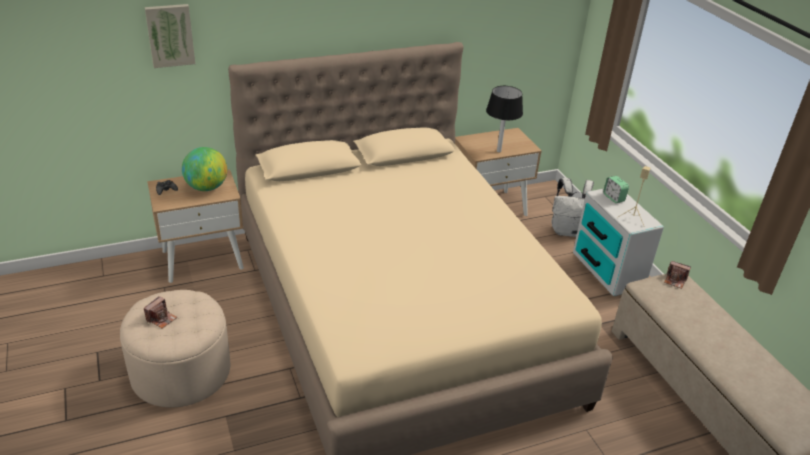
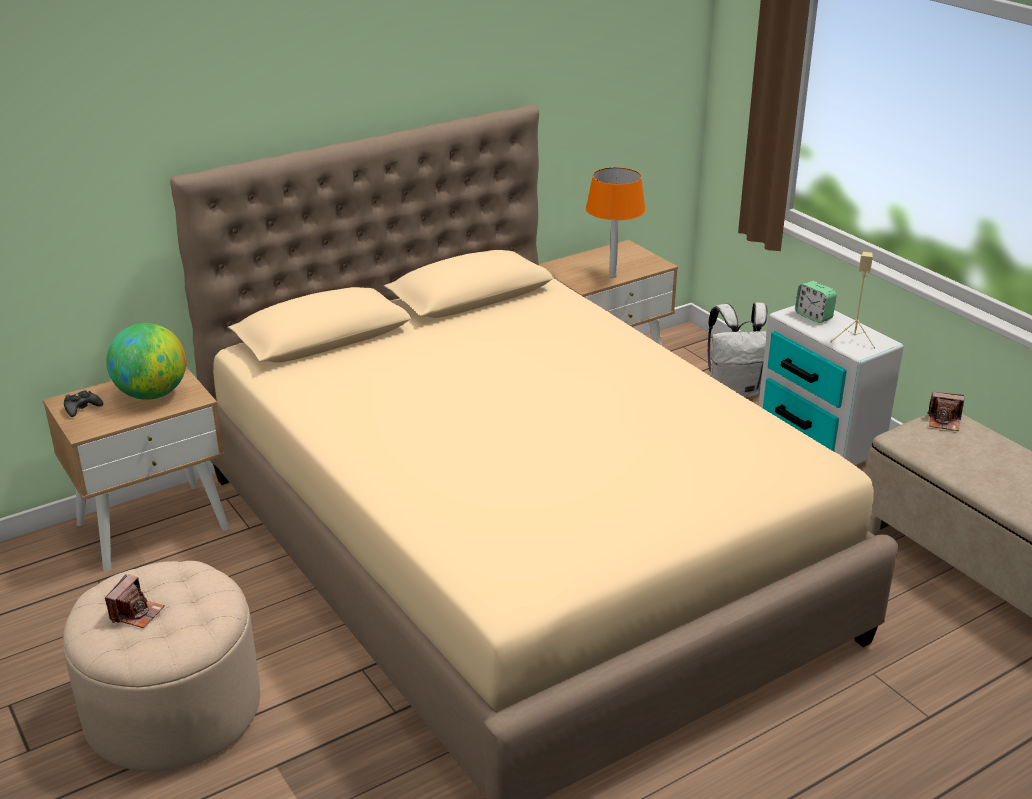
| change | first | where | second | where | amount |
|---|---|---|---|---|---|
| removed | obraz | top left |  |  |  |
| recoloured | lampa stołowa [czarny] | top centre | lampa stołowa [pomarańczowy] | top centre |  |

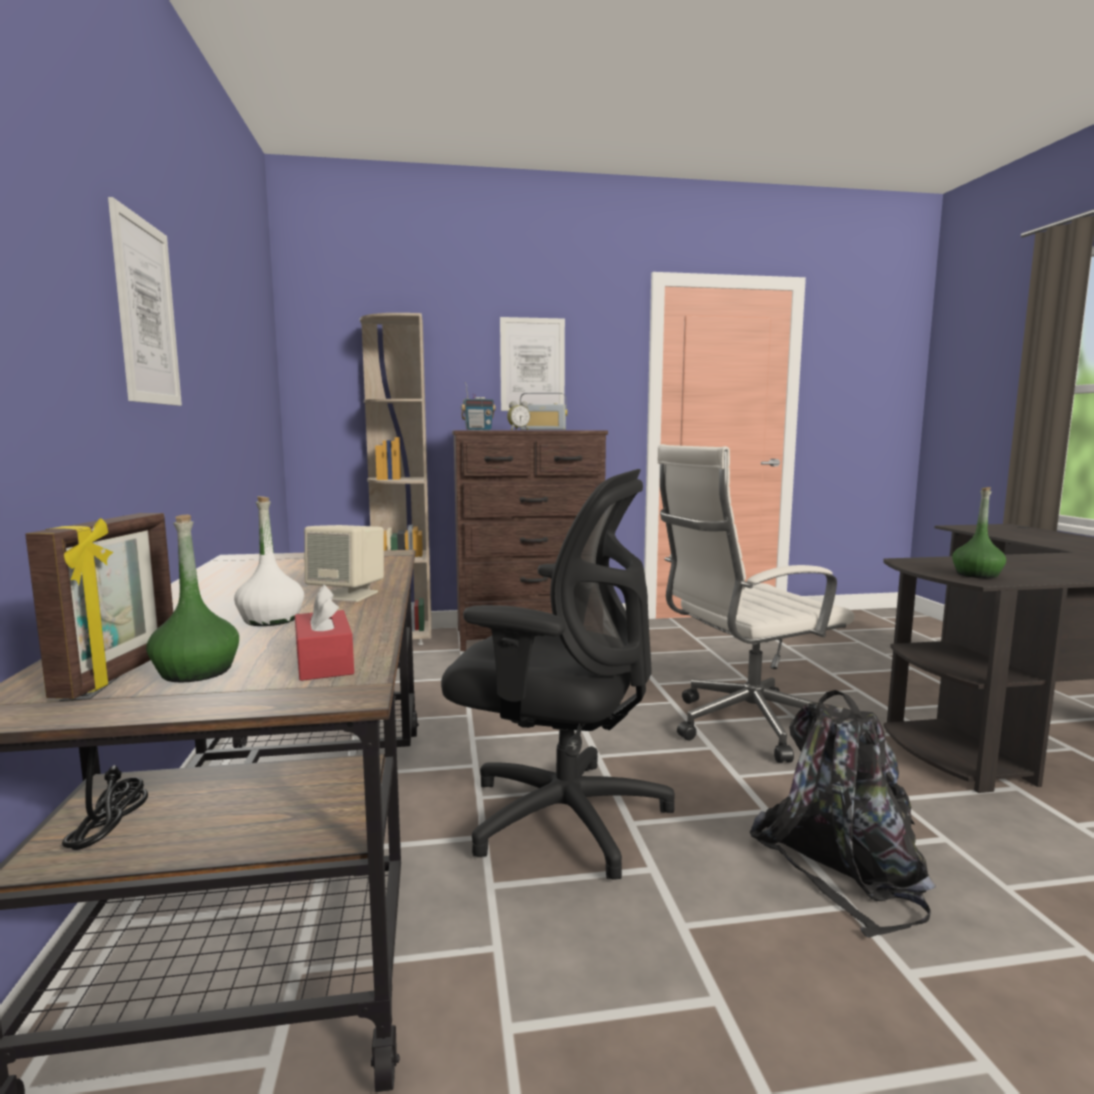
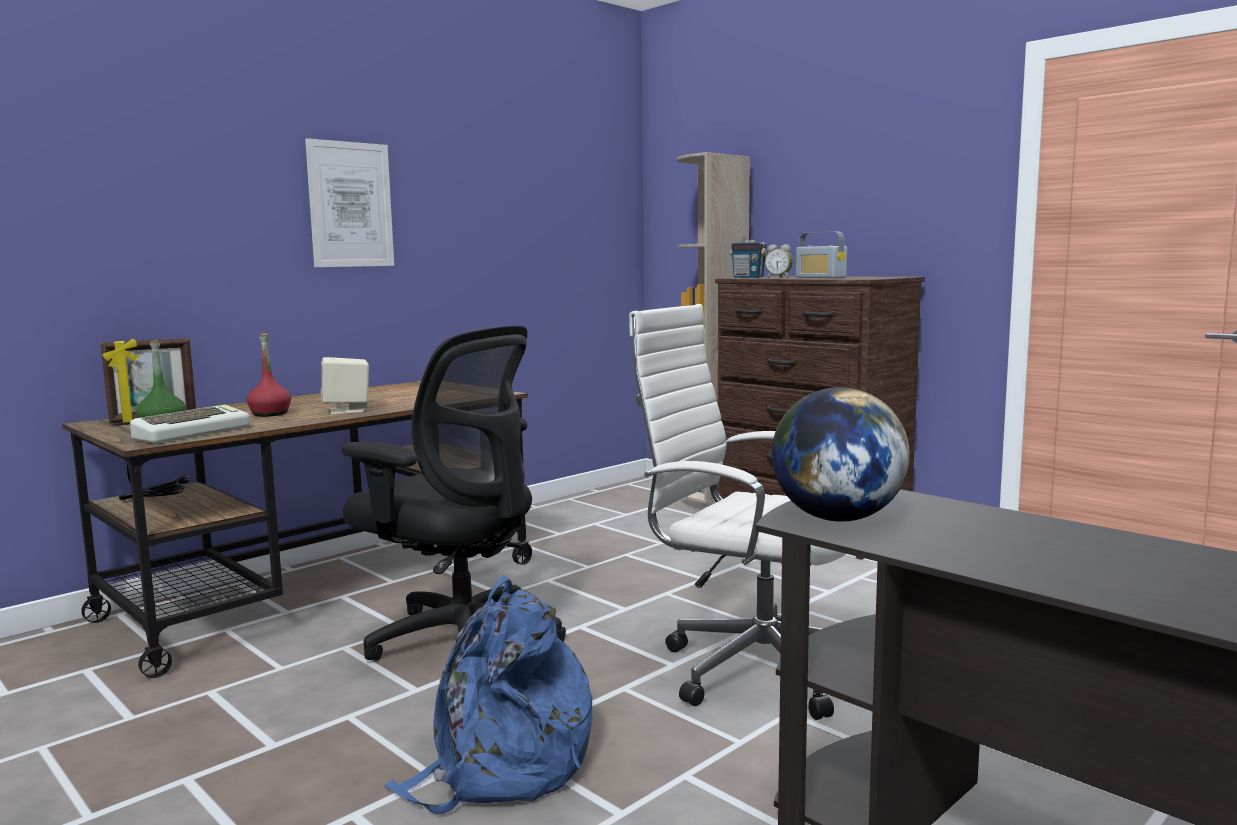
| change | first | where | second | where | amount |
|---|---|---|---|---|---|
| removed | obraz (2nd from left) | top centre |  |  |  |
| replaced | pudełko chusteczek [czerwony] | middle left | klawiatura | middle left |  |
| replaced | butelka [zielony] (2nd from left) | middle right | globus | middle right |  |
| recoloured | butelka [biały] | middle left | butelka [czerwony] | middle left |  |
| recoloured | plecak [czarny] | bottom right | plecak [niebieski] | bottom centre |  |
| turned | krzesło biurowe [czarny] | centre |  | centre | 45 degrees counterclockwise |

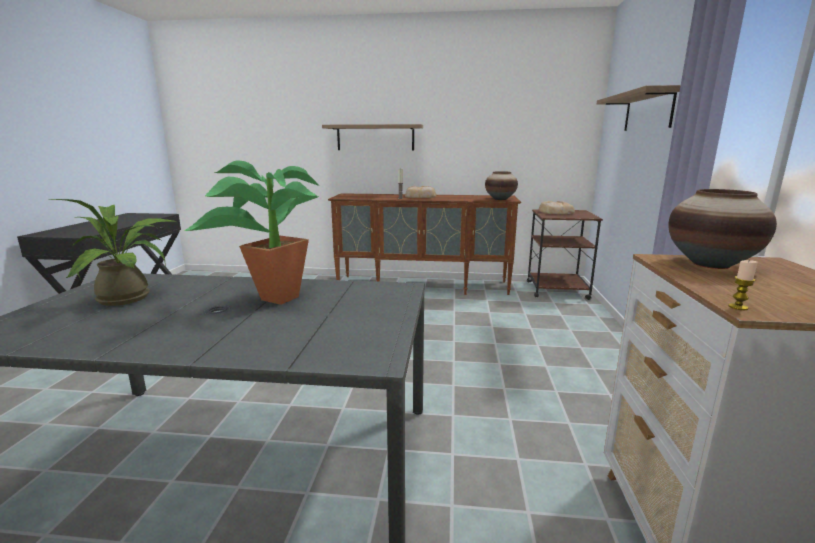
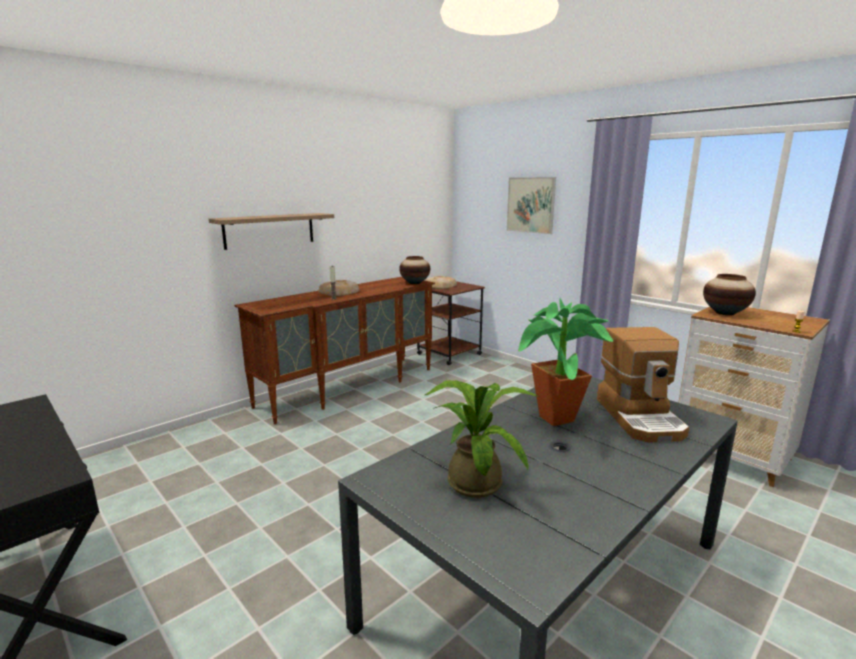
| change | first | where | second | where | amount |
|---|---|---|---|---|---|
| added |  |  | ekspres do kawy | middle right |  |
| replaced | półka (2nd from left) | top right | obraz | top centre |  |

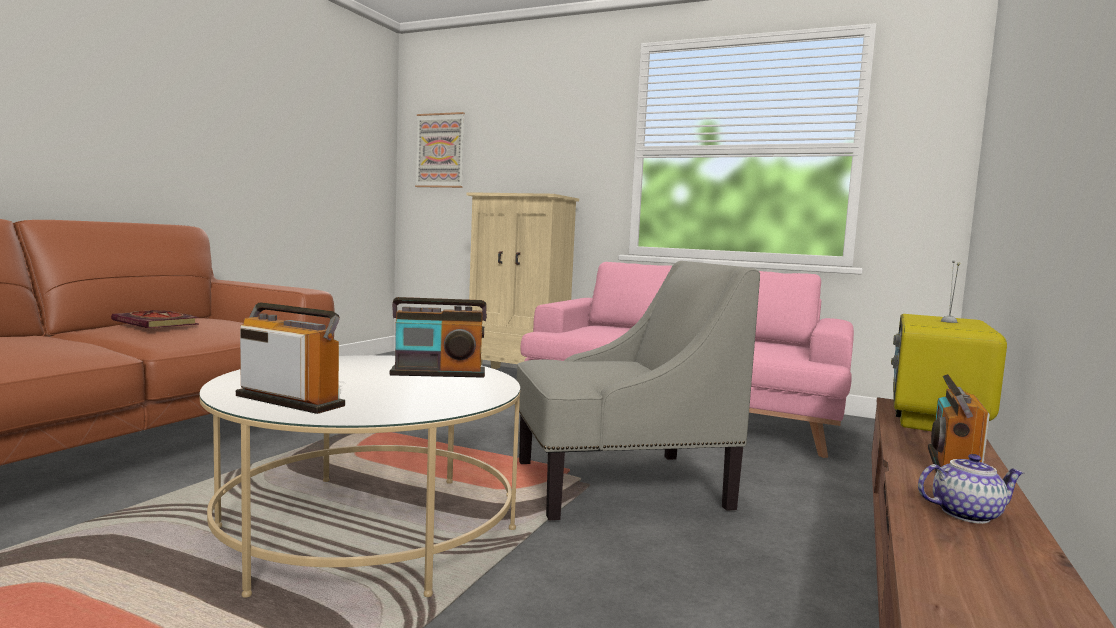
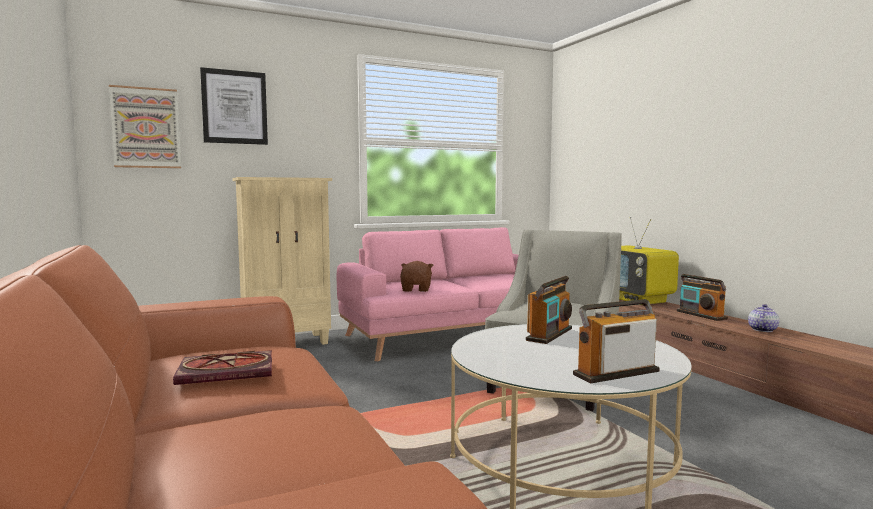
| change | first | where | second | where | amount |
|---|---|---|---|---|---|
| added |  |  | obraz (2nd from left) | top left |  |
| added |  |  | pluszak [brązowy] | centre |  |

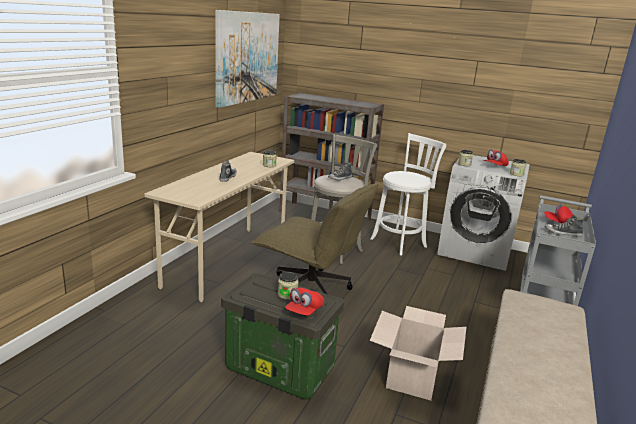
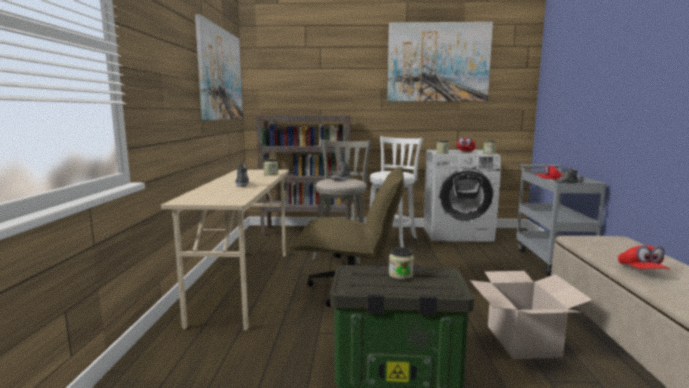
| change | first | where | second | where | amount |
|---|---|---|---|---|---|
| added |  |  | obraz (2nd from left) | top centre |  |
| moved | czapka z daszkiem [czerwony] (1st from left in the first image) | bottom centre | czapka z daszkiem [czerwony] (3rd from left) | middle right |  |

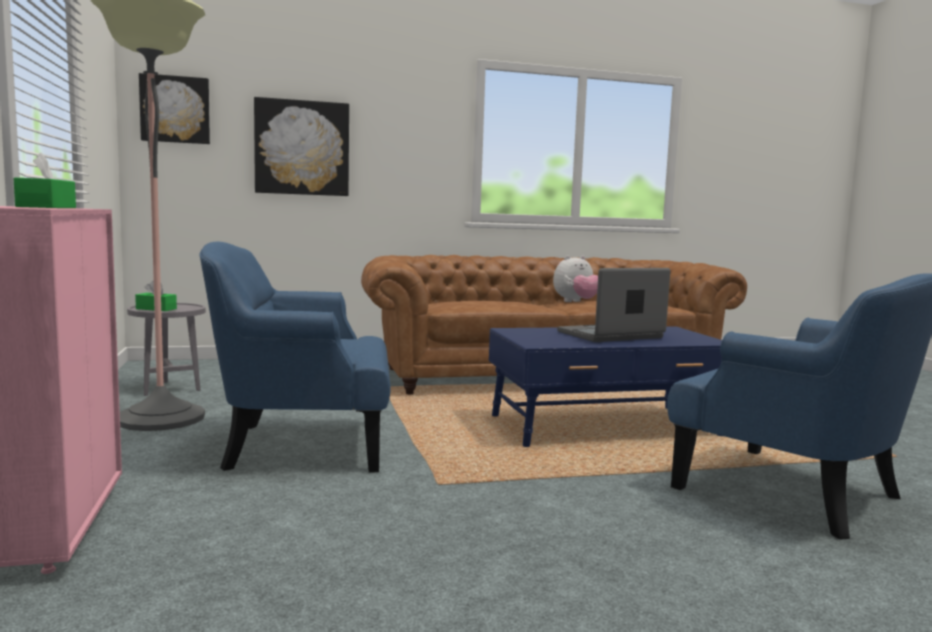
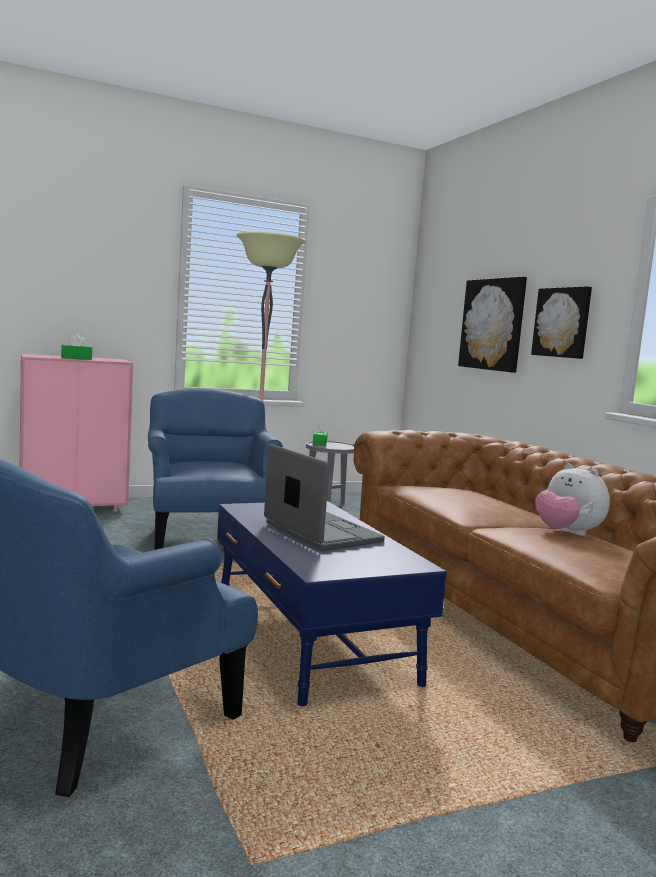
| change | first | where | second | where | amount |
|---|---|---|---|---|---|
| moved | obraz (1st from left in the first image) | top left | obraz (2nd from left) | middle right |  |

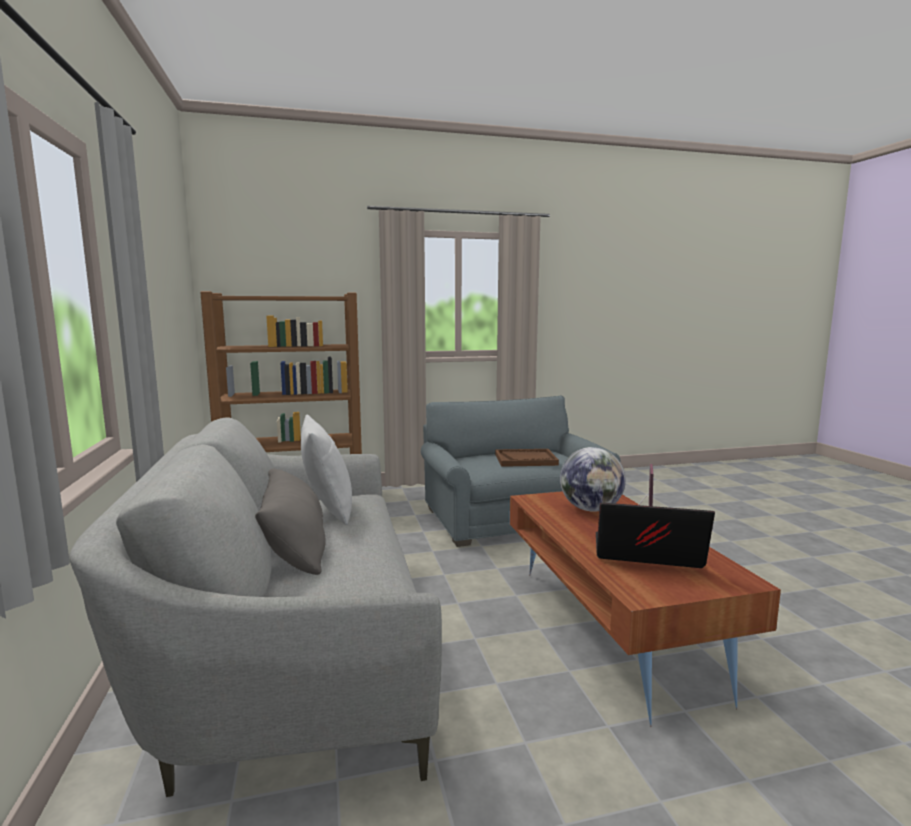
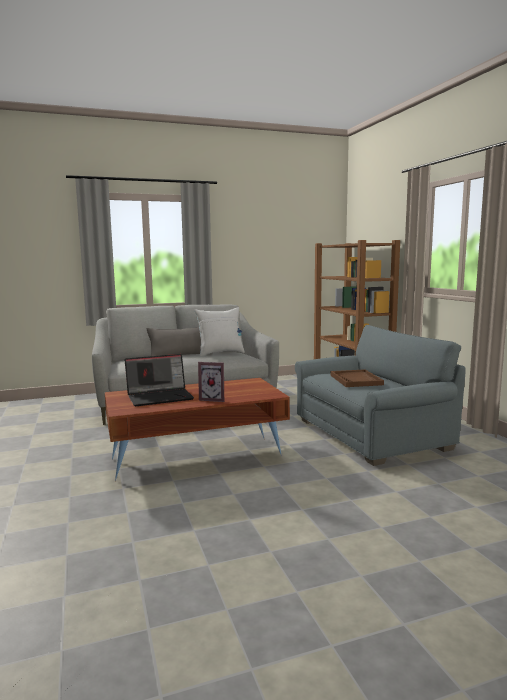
| change | first | where | second | where | amount |
|---|---|---|---|---|---|
| removed | globus | centre |  |  |  |
| turned | laptop | middle right |  | middle left | 60 degrees clockwise |

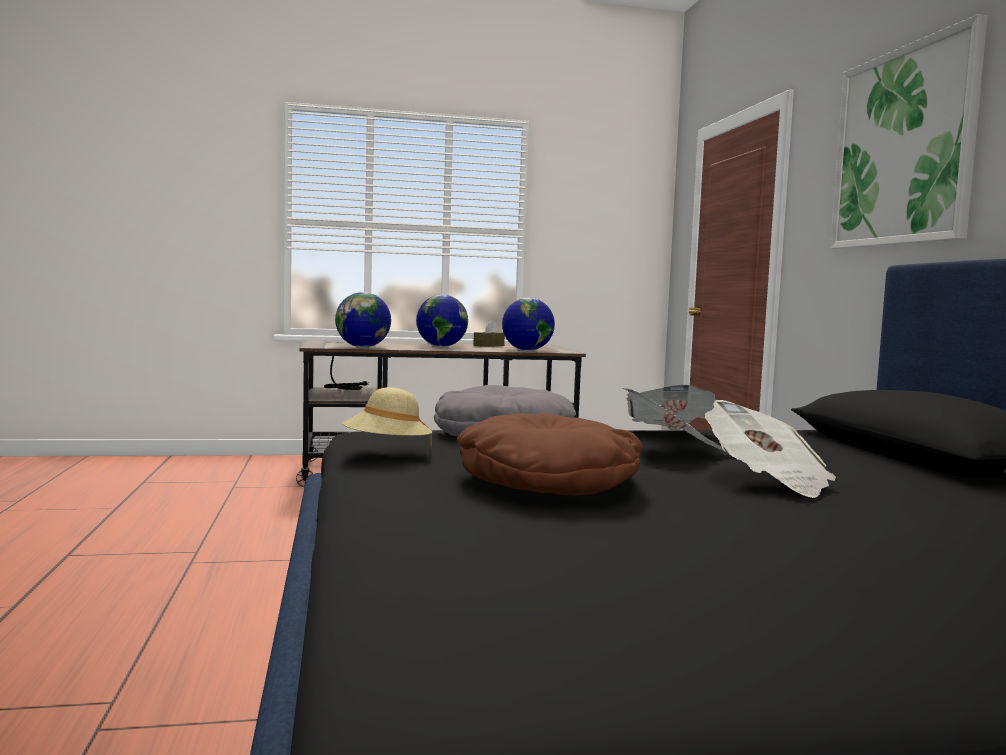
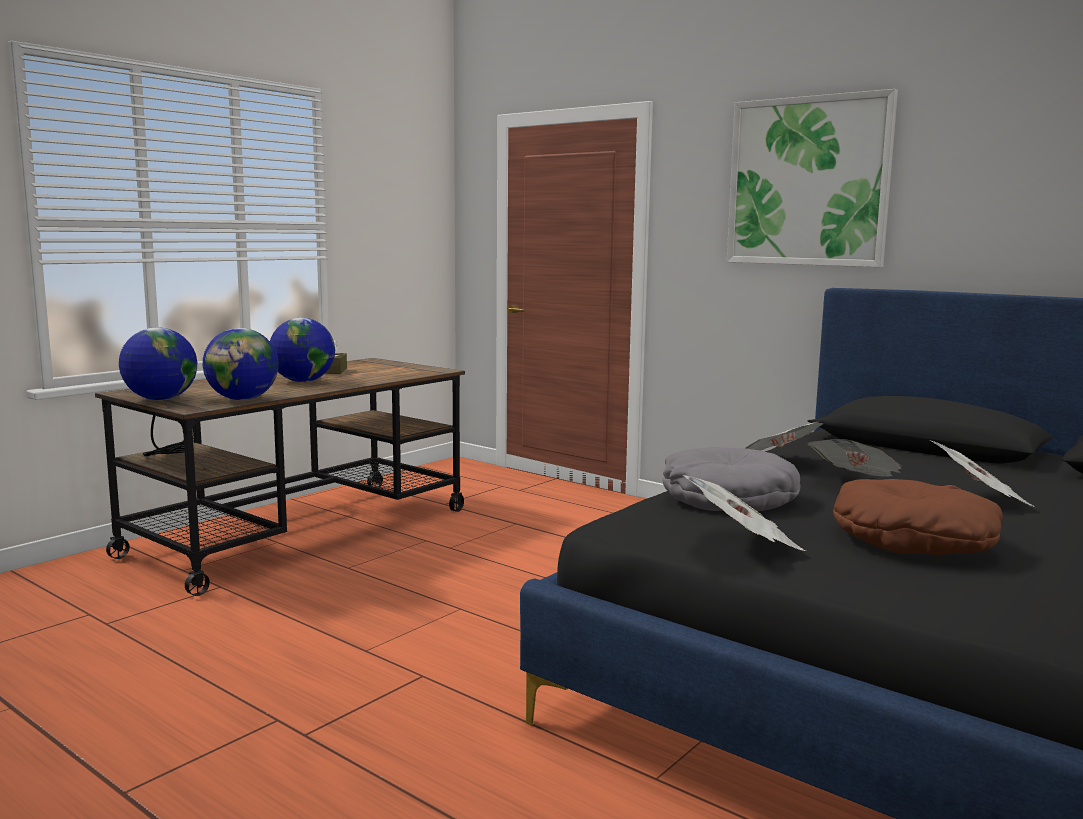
| change | first | where | second | where | amount |
|---|---|---|---|---|---|
| moved | globus (3rd from left in the first image) | centre | globus (1st from left) | middle left |  |
| replaced | kapelusz [beżowy] | centre | gazeta (1st from left) | middle right |  |

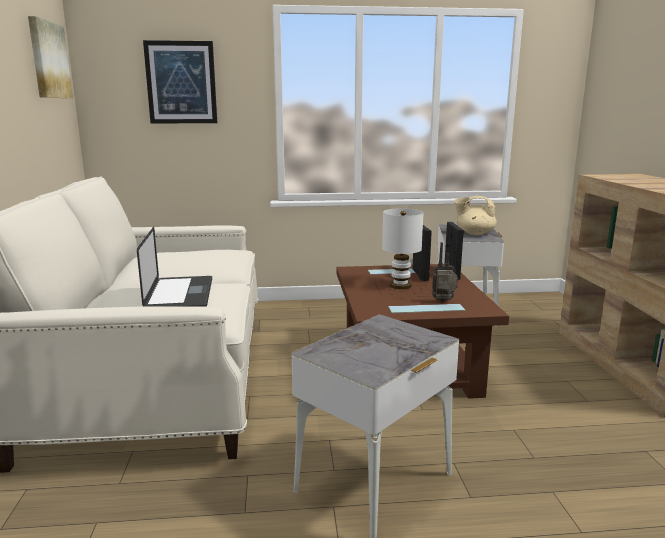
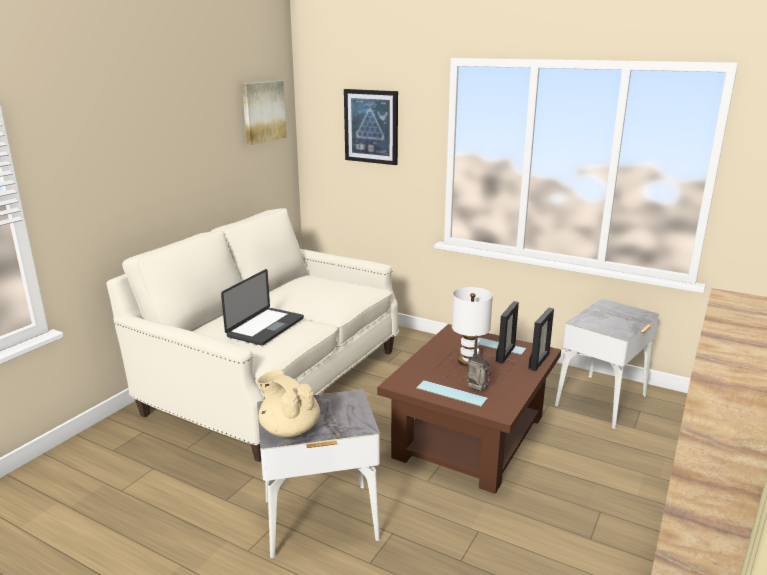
| change | first | where | second | where | amount |
|---|---|---|---|---|---|
| moved | imbryk [beżowy] | middle right |  | bottom centre |  |

